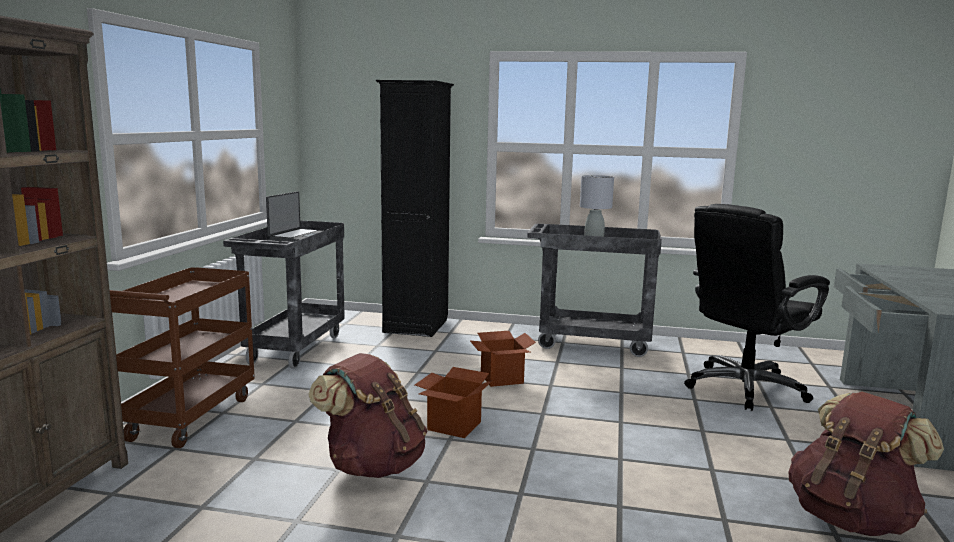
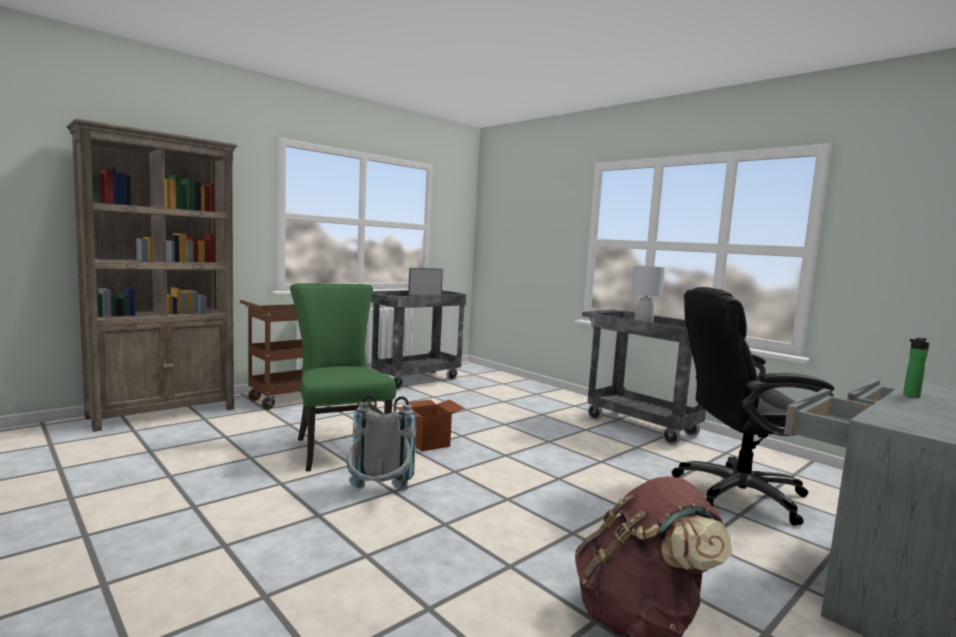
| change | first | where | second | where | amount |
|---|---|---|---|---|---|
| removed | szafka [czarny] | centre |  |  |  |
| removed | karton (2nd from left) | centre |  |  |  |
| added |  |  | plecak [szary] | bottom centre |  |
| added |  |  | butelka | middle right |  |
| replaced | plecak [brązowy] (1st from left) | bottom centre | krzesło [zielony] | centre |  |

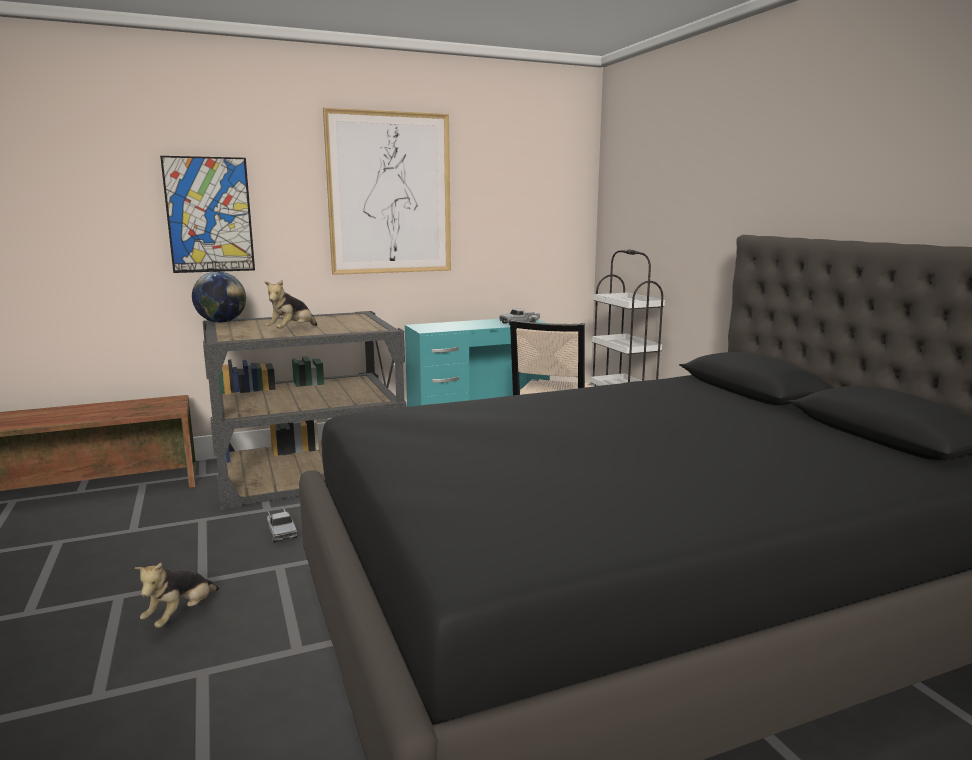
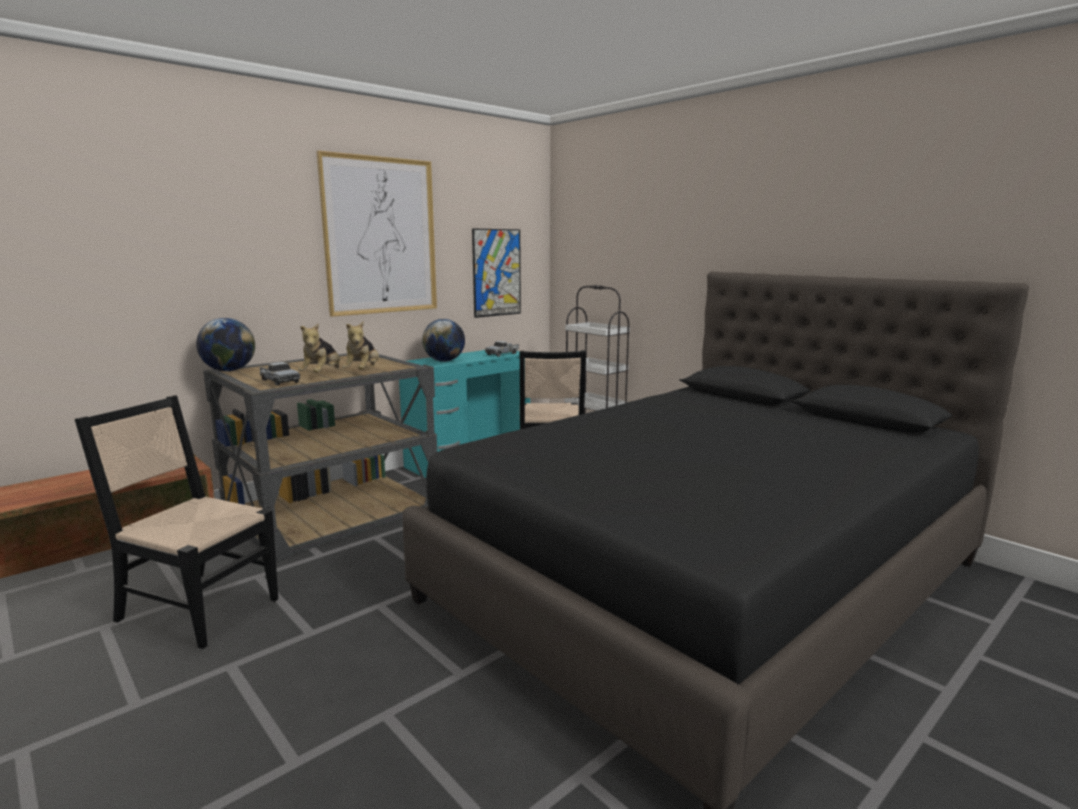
| change | first | where | second | where | amount |
|---|---|---|---|---|---|
| added |  |  | krzesło (1st from left) | middle left |  |
| added |  |  | globus (2nd from left) | centre |  |
| moved | pluszak (1st from left in the first image) | bottom left | pluszak (2nd from left) | centre |  |
| moved | obraz (1st from left in the first image) | top left | obraz (2nd from left) | centre |  |
| moved | ciężarówka zabawkowa (1st from left) | bottom left |  | middle left |  |

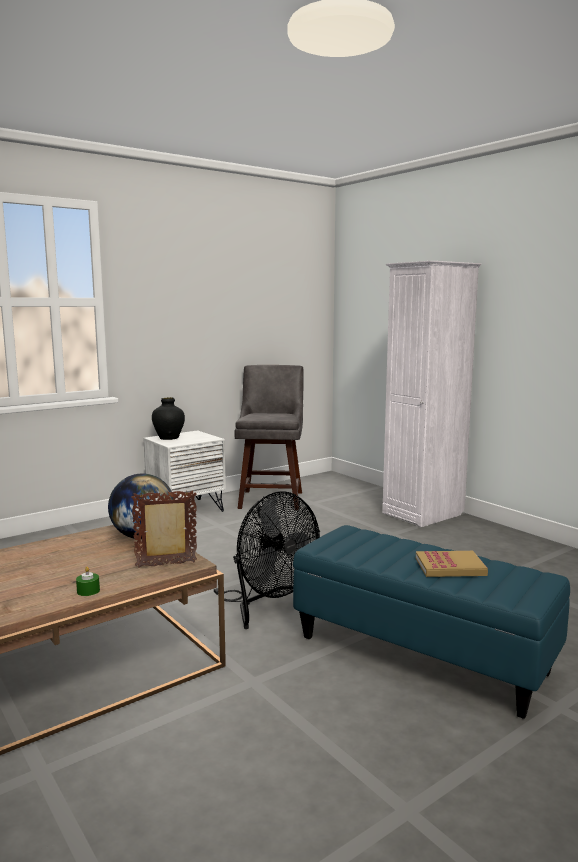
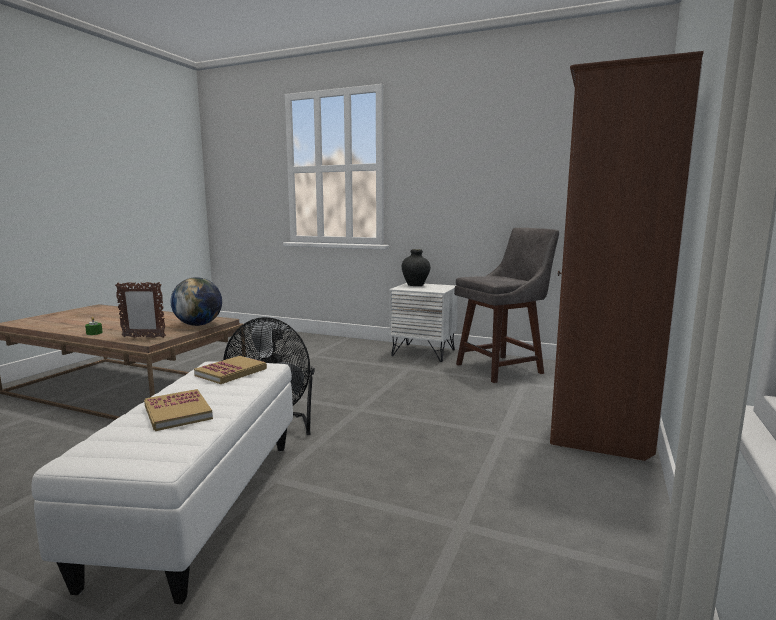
| change | first | where | second | where | amount |
|---|---|---|---|---|---|
| added |  |  | książka (2nd from left) | middle left |  |
| recoloured | pufa [niebieski] | bottom right | pufa [biały] | bottom left |  |
| recoloured | szafka [biały] | middle right | szafka [brązowy] | middle right |  |
| turned | ramka na zdjęcie | middle left |  | middle left | 135 degrees clockwise |

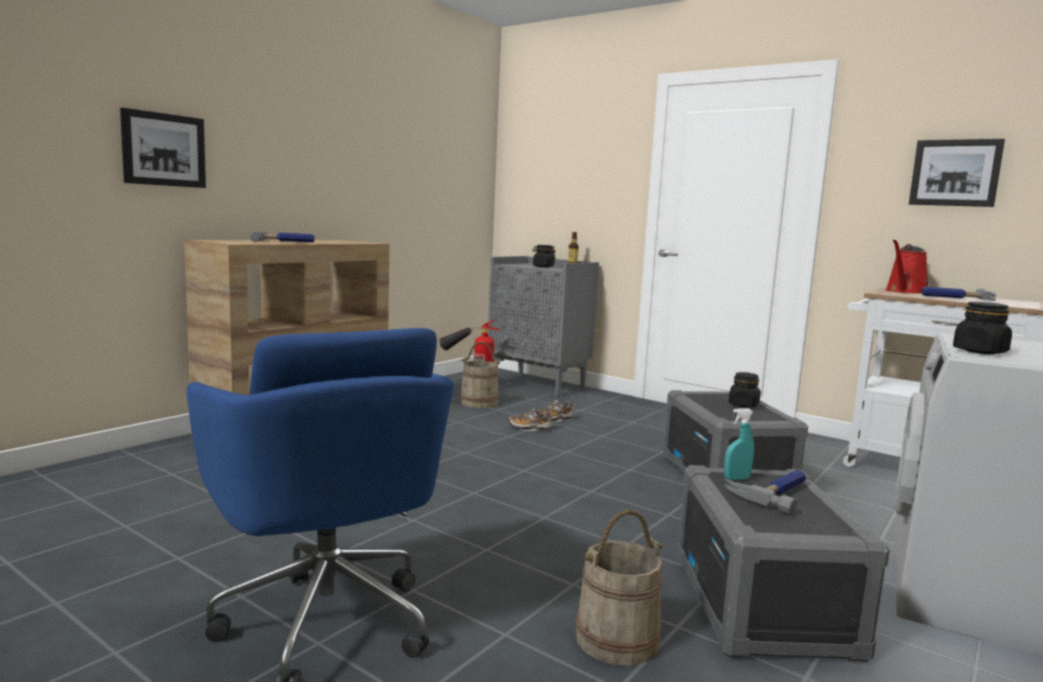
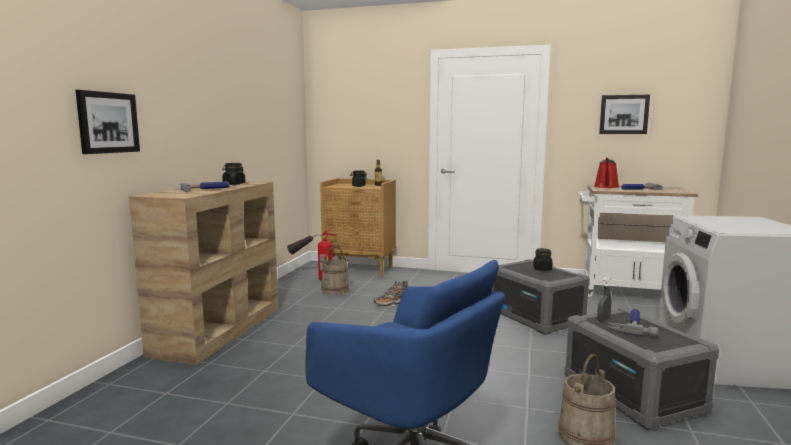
| change | first | where | second | where | amount |
|---|---|---|---|---|---|
| moved | słoik [czarny] (3rd from left in the first image) | middle right | słoik [czarny] (1st from left) | middle left |  |
| recoloured | szafka [szary] | centre | szafka [brązowy] | centre |  |
| recoloured | spryskiwacz [turkusowy] | middle right | spryskiwacz [szary] | bottom right |  |

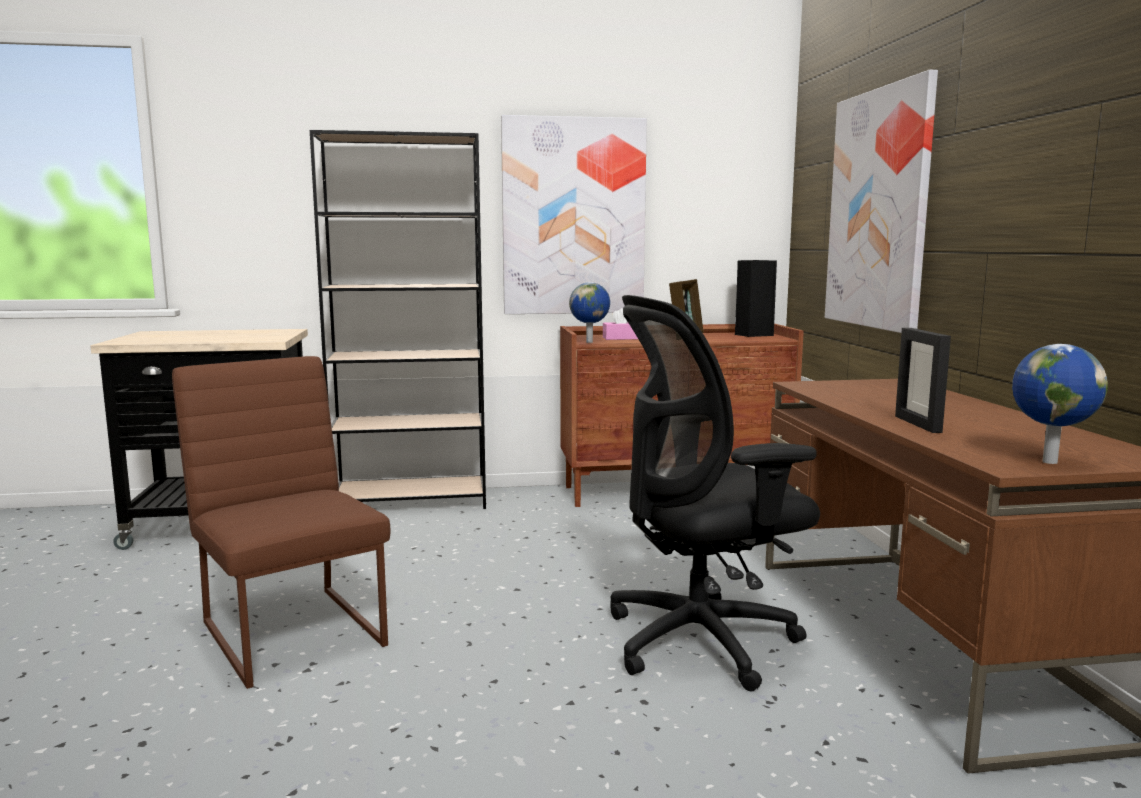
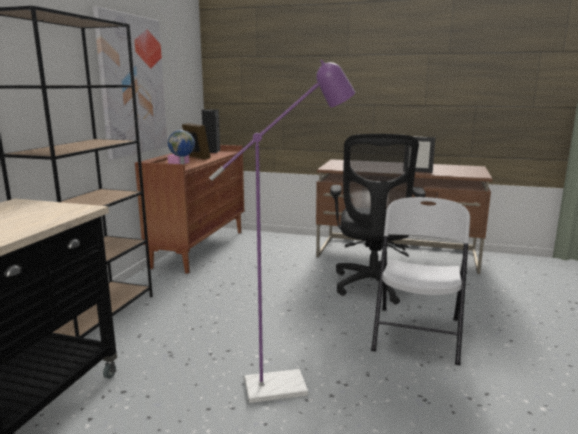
| change | first | where | second | where | amount |
|---|---|---|---|---|---|
| removed | obraz (2nd from left) | top right |  |  |  |
| removed | globus (2nd from left) | middle right |  |  |  |
| added |  |  | krzesło [biały] | middle right |  |
| replaced | krzesło [brązowy] | middle left | lampa stojąca [fioletowy] | centre |  |

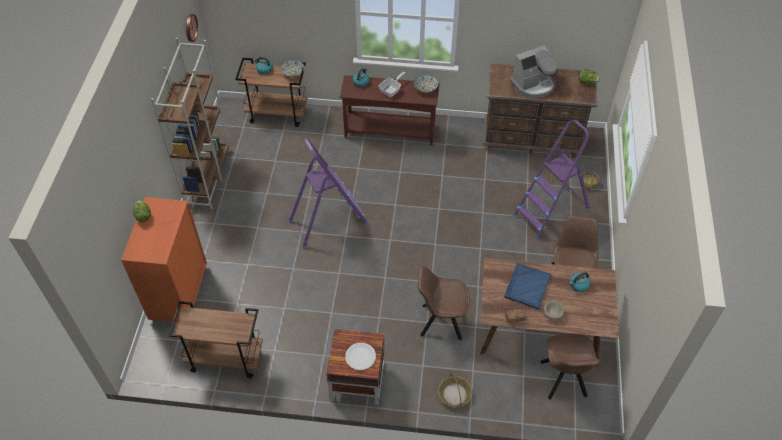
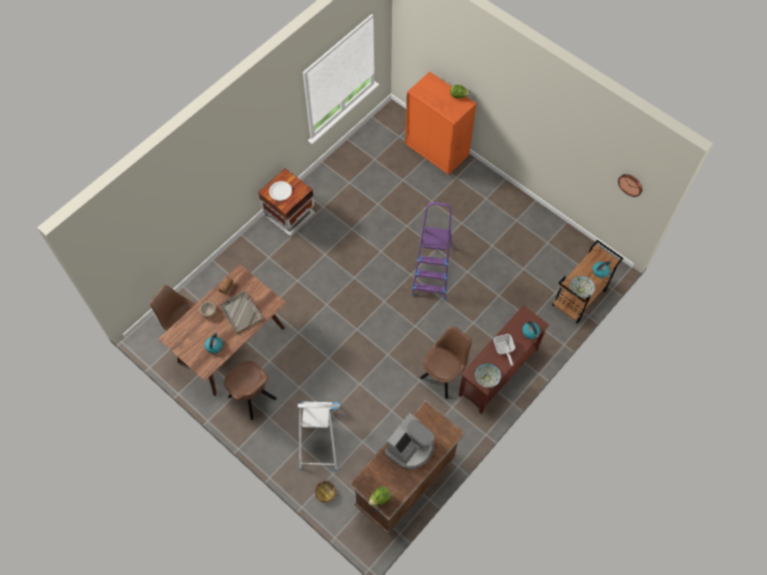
| change | first | where | second | where | amount |
|---|---|---|---|---|---|
| removed | regał [brązowy] | top left |  |  |  |
| removed | wózek [brązowy] (1st from left) | bottom left |  |  |  |
| removed | koszyk (1st from left) | bottom centre |  |  |  |
| moved | krzesło [brązowy] (1st from left in the first image) | bottom centre | krzesło [brązowy] (3rd from left) | centre |  |
| recoloured | taca [niebieski] | middle right | taca [szary] | middle left |  |
| recoloured | drabinka [fioletowy] (2nd from left) | middle right | drabinka [biały] | bottom centre |  |
| turned | ekspres do kawy | top right |  | bottom centre | 150 degrees counterclockwise |

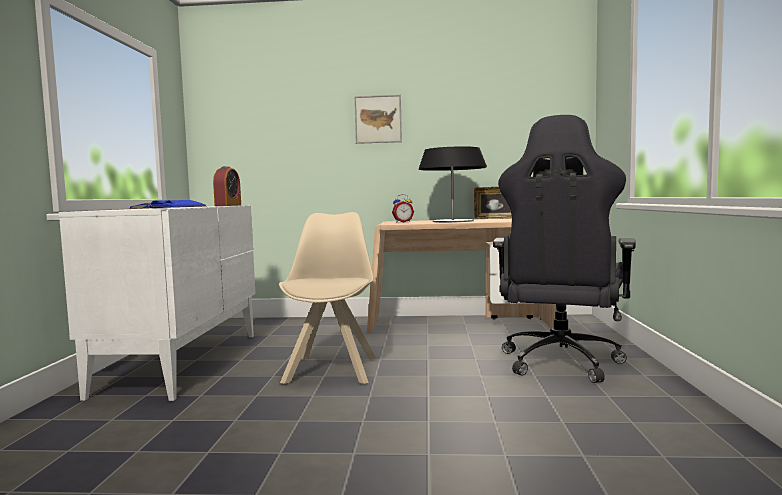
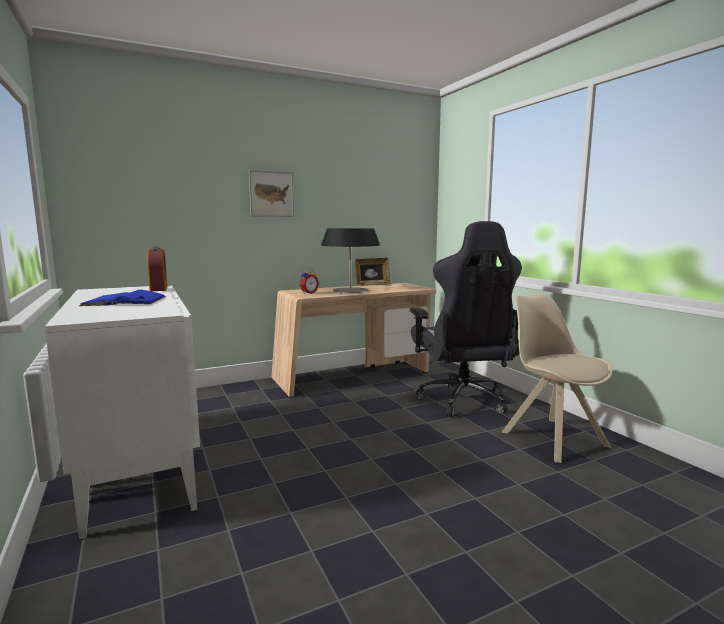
| change | first | where | second | where | amount |
|---|---|---|---|---|---|
| moved | krzesło [beżowy] | centre |  | middle right |  |

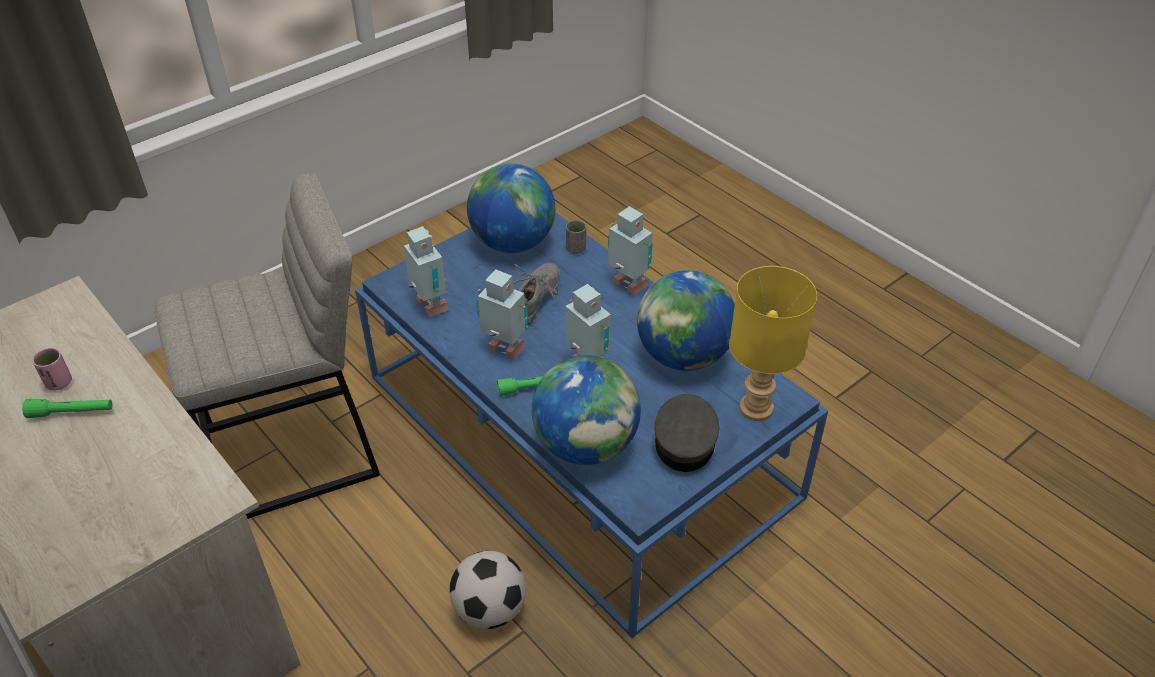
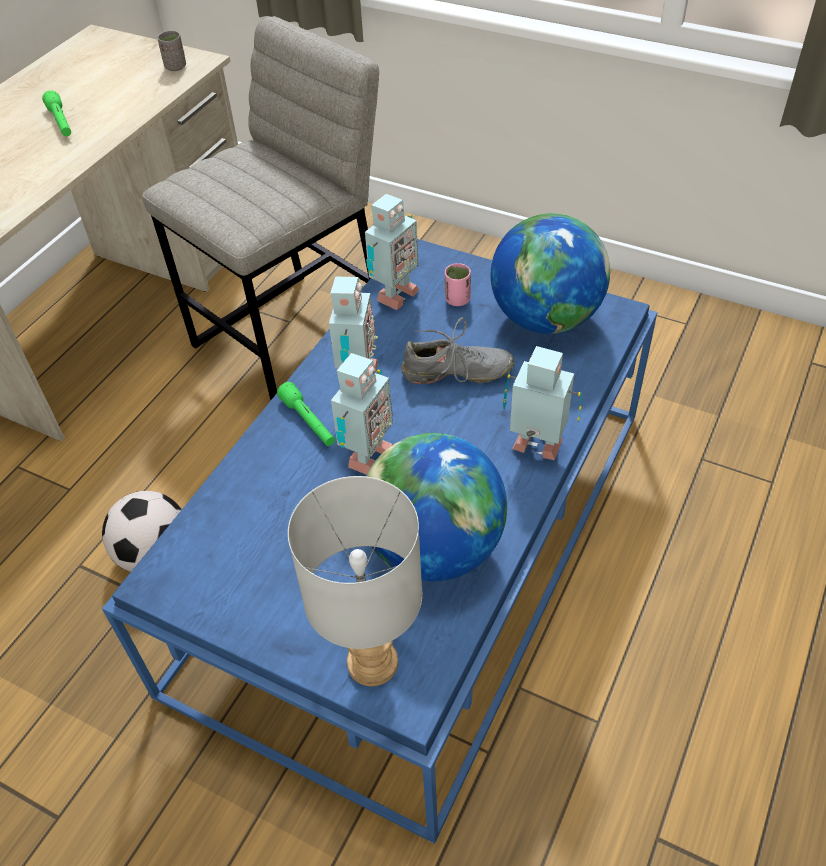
| change | first | where | second | where | amount |
|---|---|---|---|---|---|
| removed | globus (2nd from left) | centre |  |  |  |
| removed | czapka z daszkiem [szary] | centre |  |  |  |
| moved | filiżanka [różowy] | middle left |  | top centre |  |
| moved | filiżanka [szary] | centre |  | top left |  |
| recoloured | lampa stołowa [żółty] | middle right | lampa stołowa [szary] | bottom centre |  |
| turned | krzesło [szary] | middle left |  | top left | 90 degrees counterclockwise |
| turned | robot zabawkowy (4th from left) | centre |  | centre | 90 degrees counterclockwise |

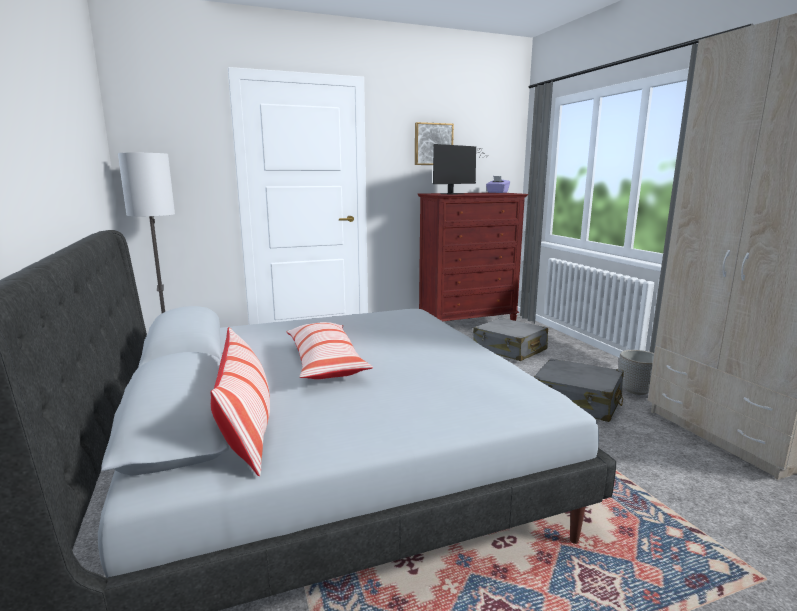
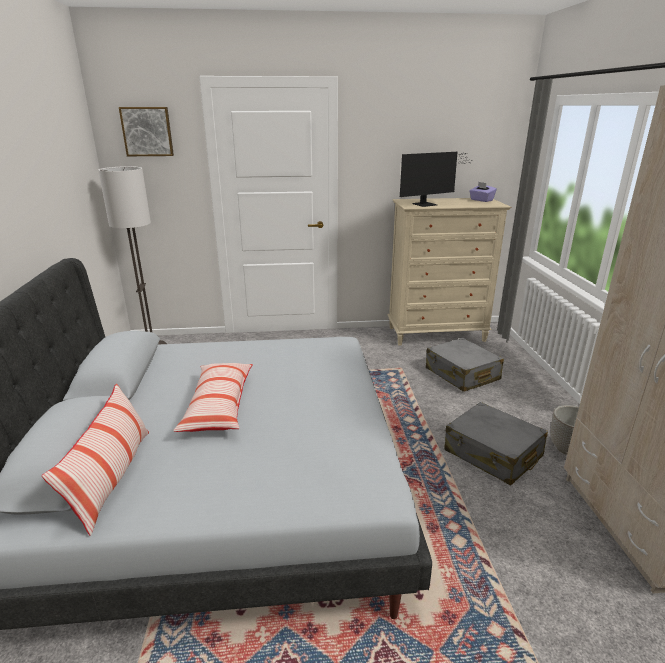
| change | first | where | second | where | amount |
|---|---|---|---|---|---|
| moved | obraz | top centre |  | top left |  |
| recoloured | komoda [czerwony] | centre | komoda [beżowy] | middle right |  |

